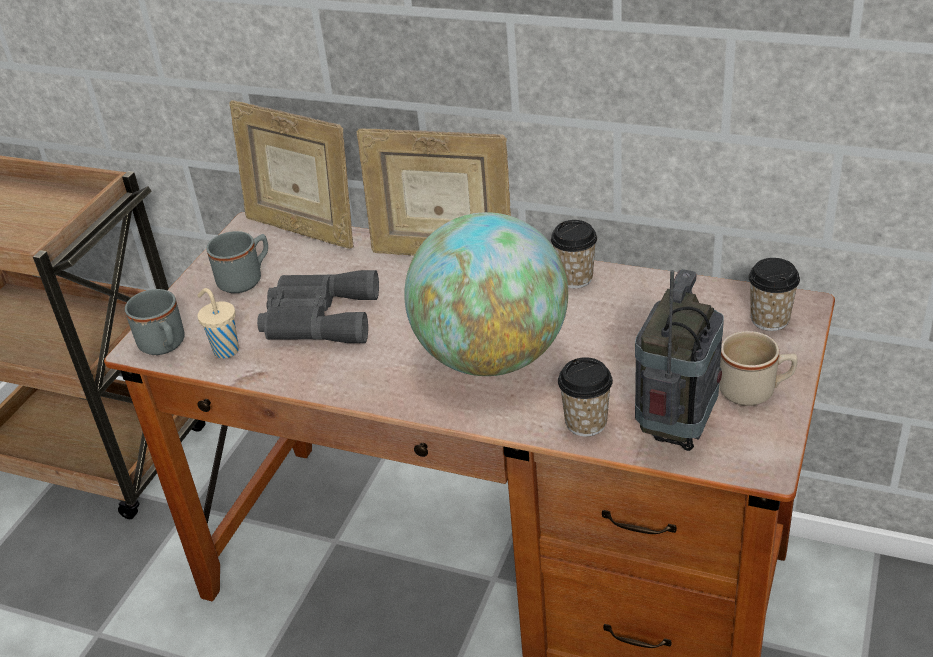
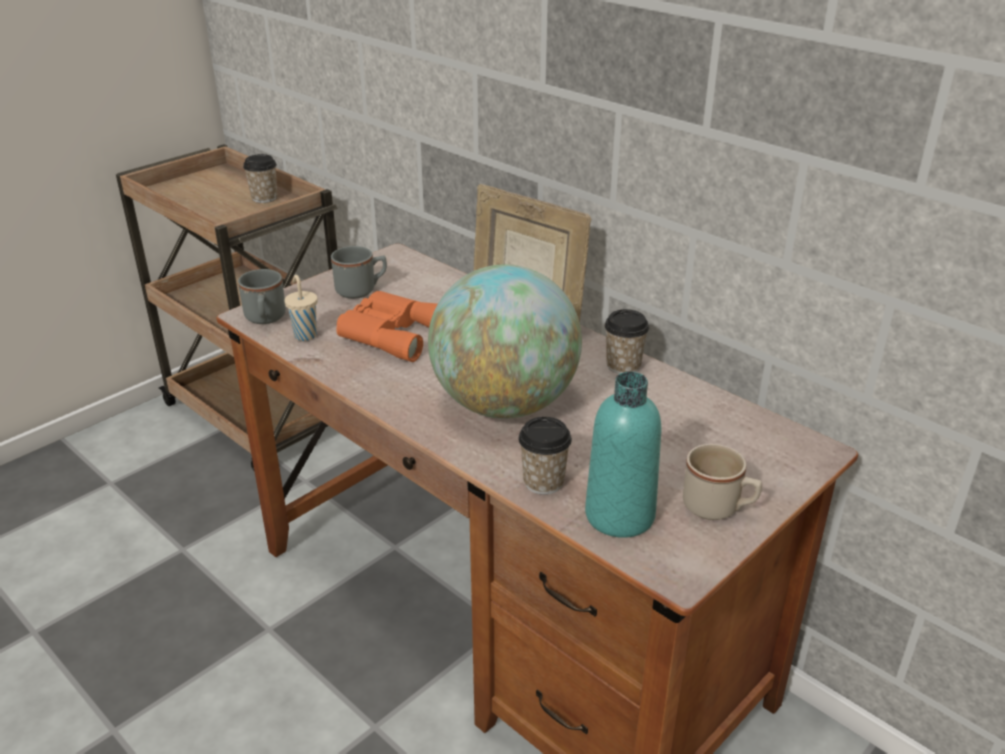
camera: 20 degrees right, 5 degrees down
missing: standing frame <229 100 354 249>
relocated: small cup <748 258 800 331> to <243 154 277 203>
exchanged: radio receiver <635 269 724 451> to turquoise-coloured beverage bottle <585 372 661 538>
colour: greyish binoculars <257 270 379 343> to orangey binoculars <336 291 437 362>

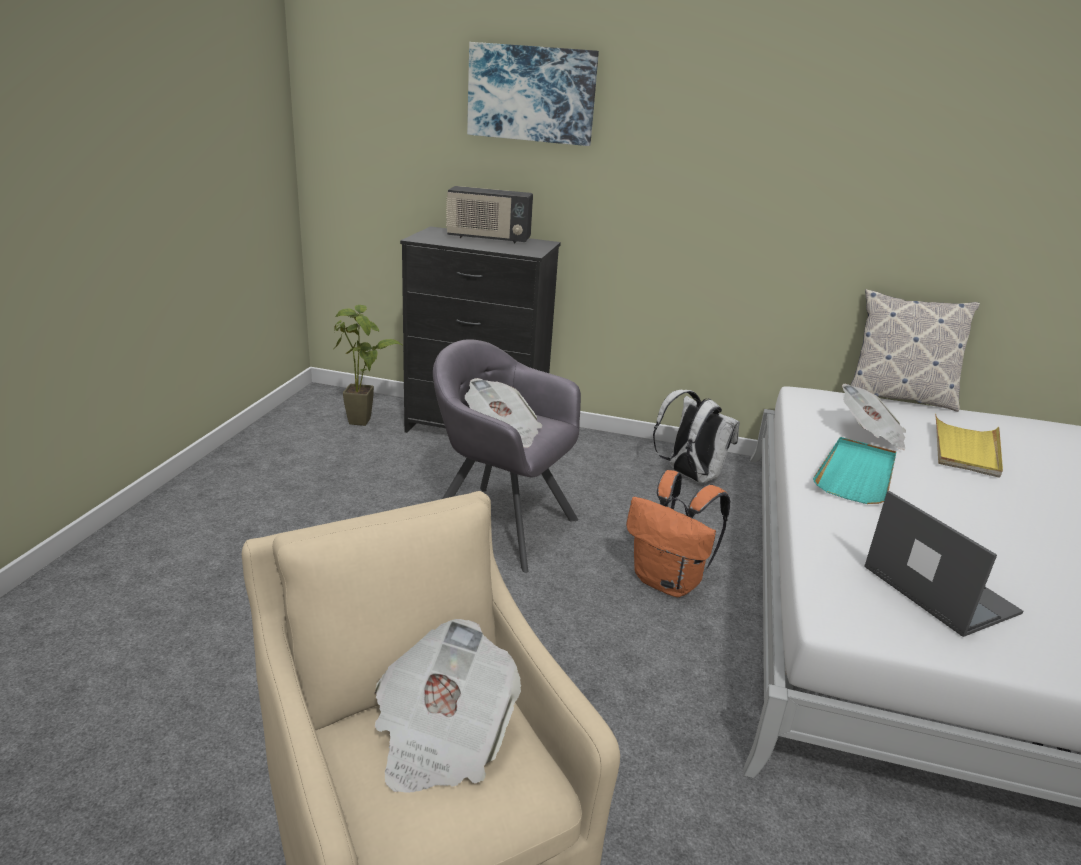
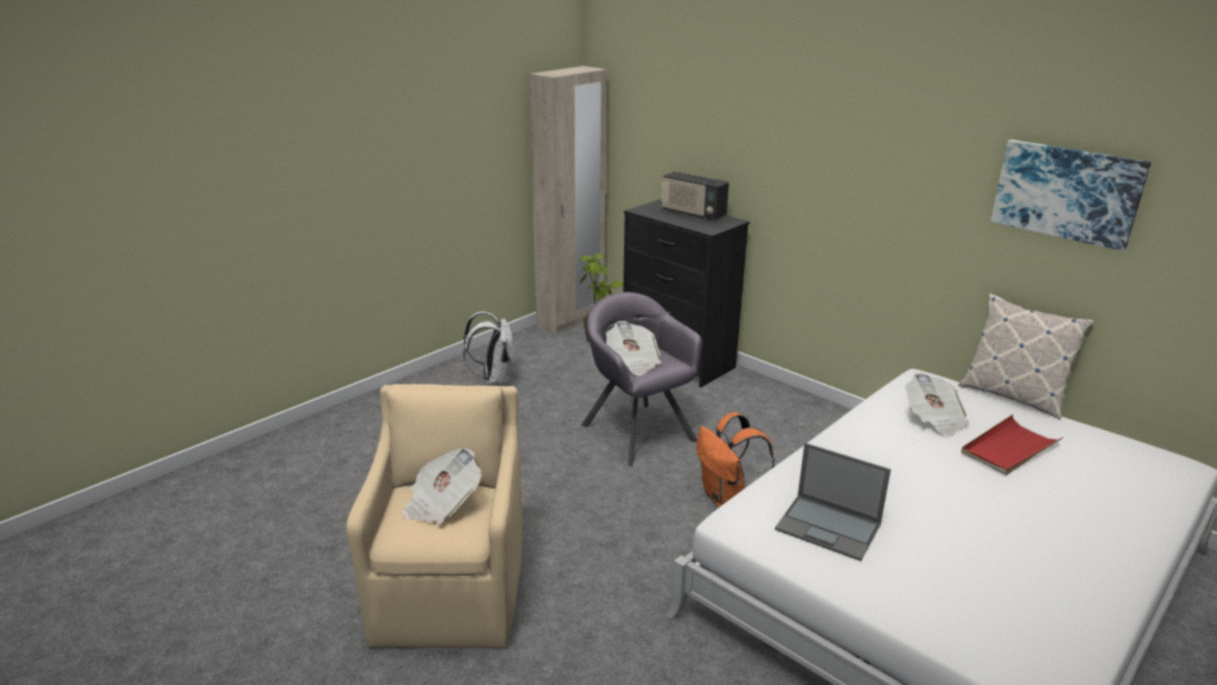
camera: 30 degrees right, 0 degrees up
missing: turquoise-coloured serving tray <813 437 896 504>
appeared: sand-coloured armoire <529 66 607 335>
relocated: white-coloured knapsack <653 390 740 483> to <463 311 515 385>; wall picture <467 42 599 146> to <991 140 1151 251>
colour: yellow-coloured serving tray <935 414 1003 478> to red serving tray <961 415 1063 475>
spun: portable computer <864 491 1023 637> = <775 443 891 561> 120 degrees clockwise

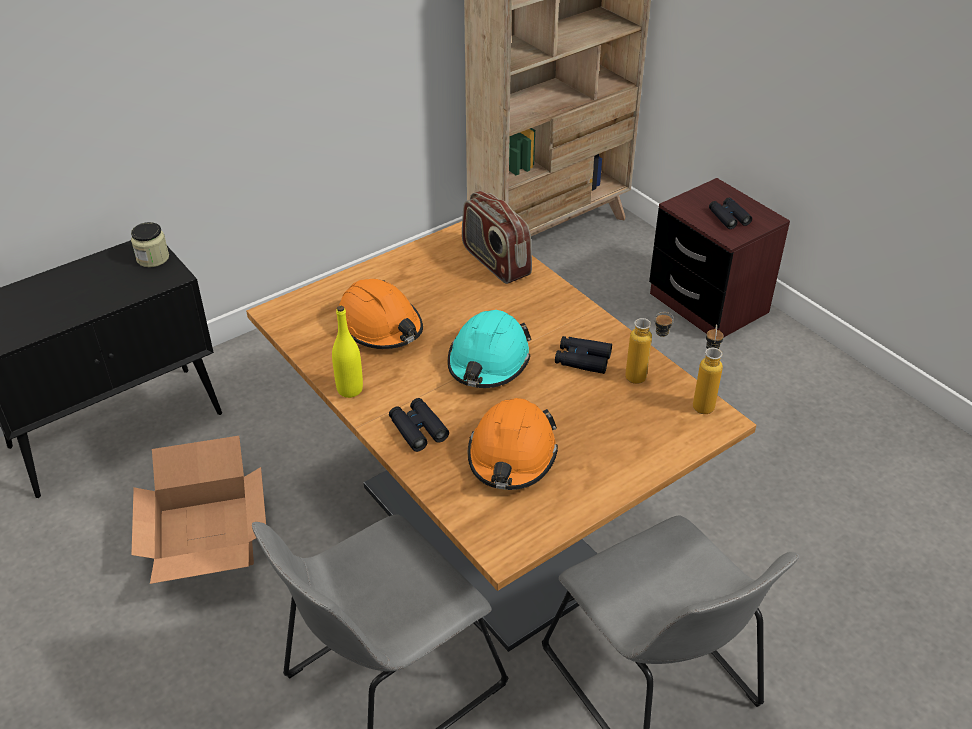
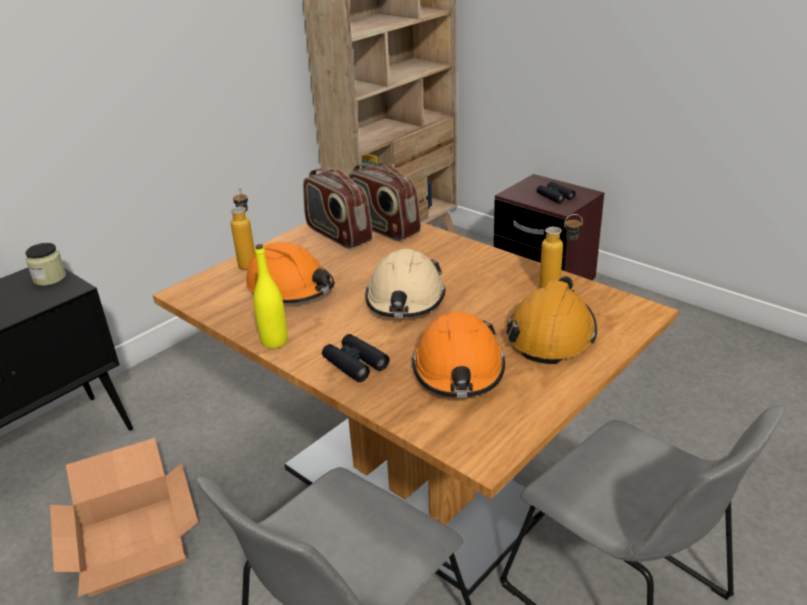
camera: 10 degrees left, 10 degrees down
missing: black binoculars <555 336 612 374>
appeared: radio receiver <303 168 373 249>; orangey safety helmet <506 276 597 364>
relocated: beverage bottle <693 324 723 414> to <231 188 255 270>
colour: turquoise-coloured safety helmet <447 310 532 388> to sand-coloured safety helmet <365 249 446 318>

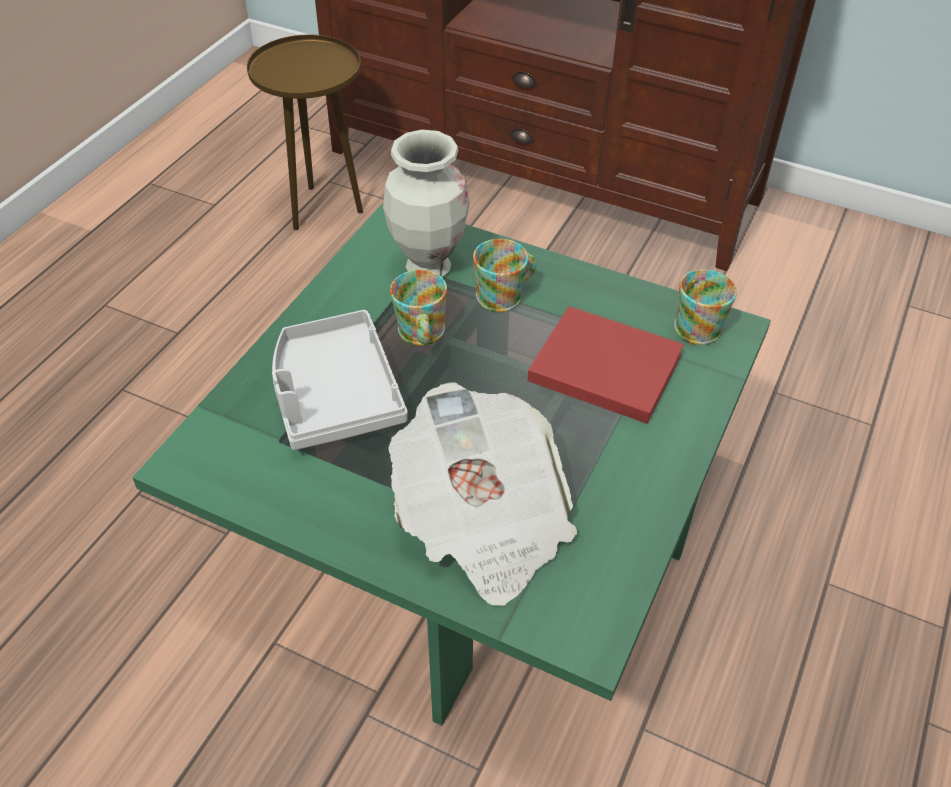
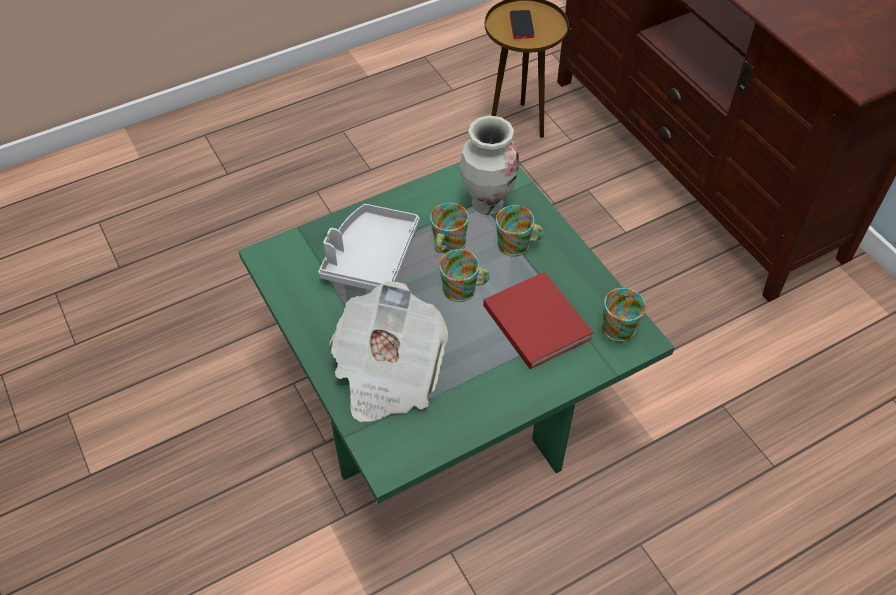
camera: 35 degrees right, 5 degrees up
appeared: tea mug <439 249 490 302>; phone <510 10 534 39>

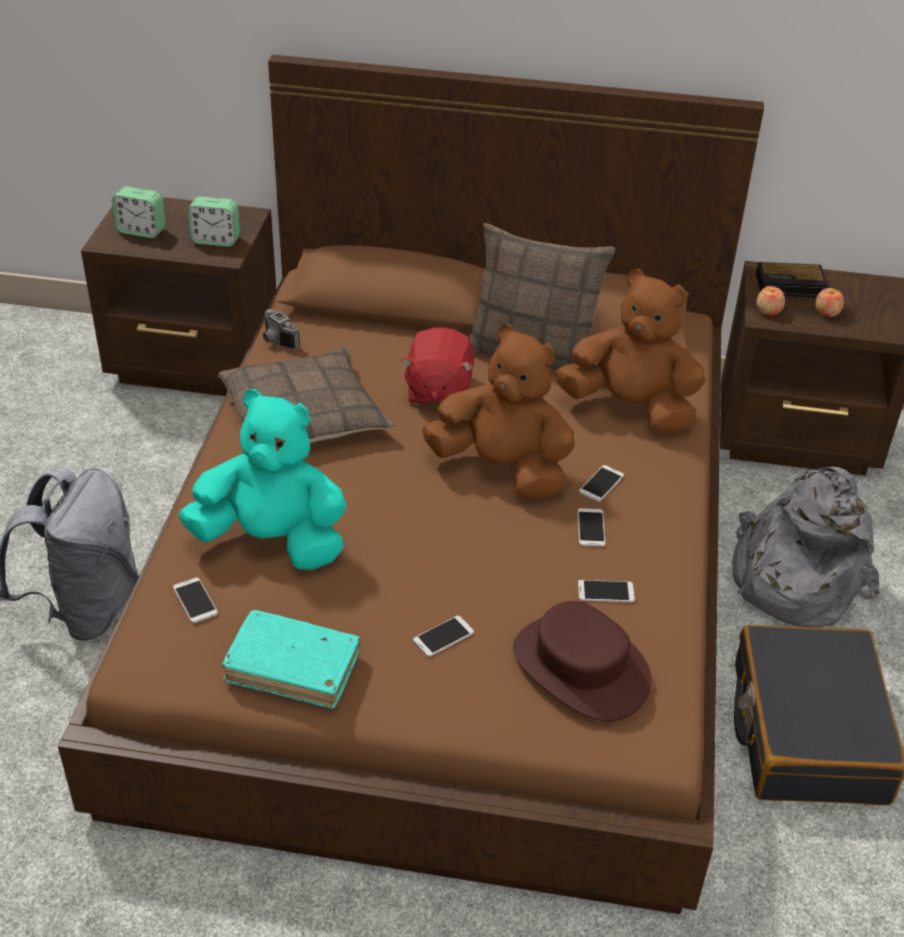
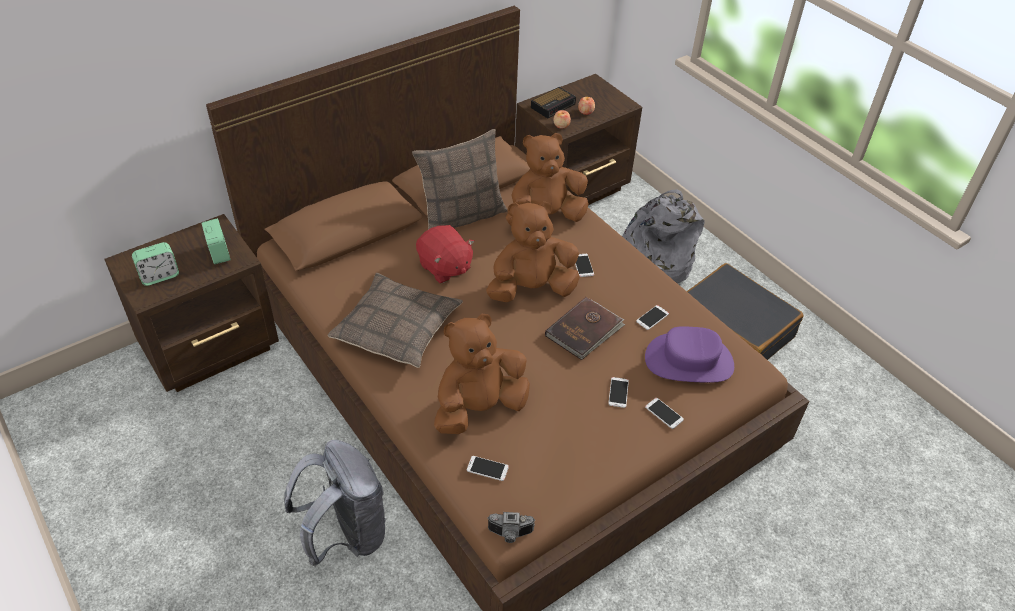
camera: 45 degrees left, 5 degrees up
missing: turquoise-coloured book <222 609 361 708>
appeared: brown book <545 297 625 360>
relocated: still camera <263 309 300 349> to <487 512 535 543>; phone <578 508 605 547> to <645 398 684 429>
colour: turquoise-coloured soft toy <178 389 347 570> to brown soft toy <434 313 530 434>; brown wearable hat <513 601 652 721> to purple wearable hat <645 326 734 383>
spun: bedside clock <188 196 240 247> = <201 218 231 264> 75 degrees counterclockwise

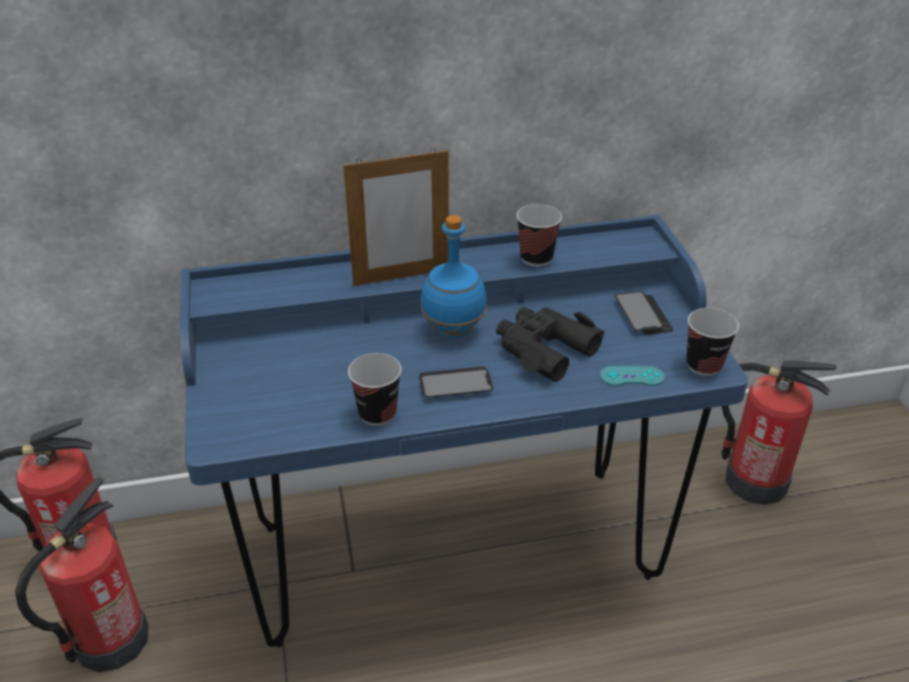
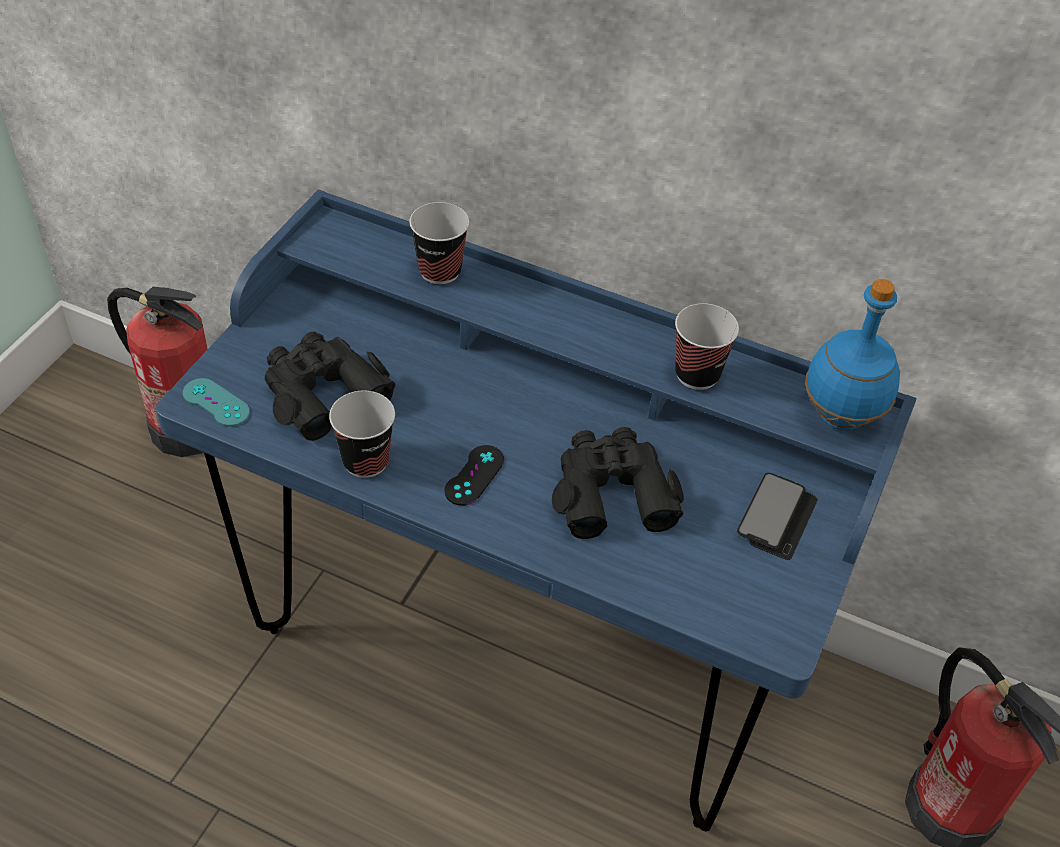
camera: 35 degrees right, 10 degrees up
missing: fire extinguisher <15 476 149 672>; standing frame <343 148 449 286>
appeared: black binoculars <265 332 395 441>
relocated: turquoise-coloured gamepad <600 366 665 386> to <183 378 250 427>; small cup <686 308 739 376> to <409 202 469 284>; bluish beverage bottle <421 215 487 338> to <805 279 900 430>
exchanged: phone <419 366 493 398> to black gamepad <444 445 504 506>

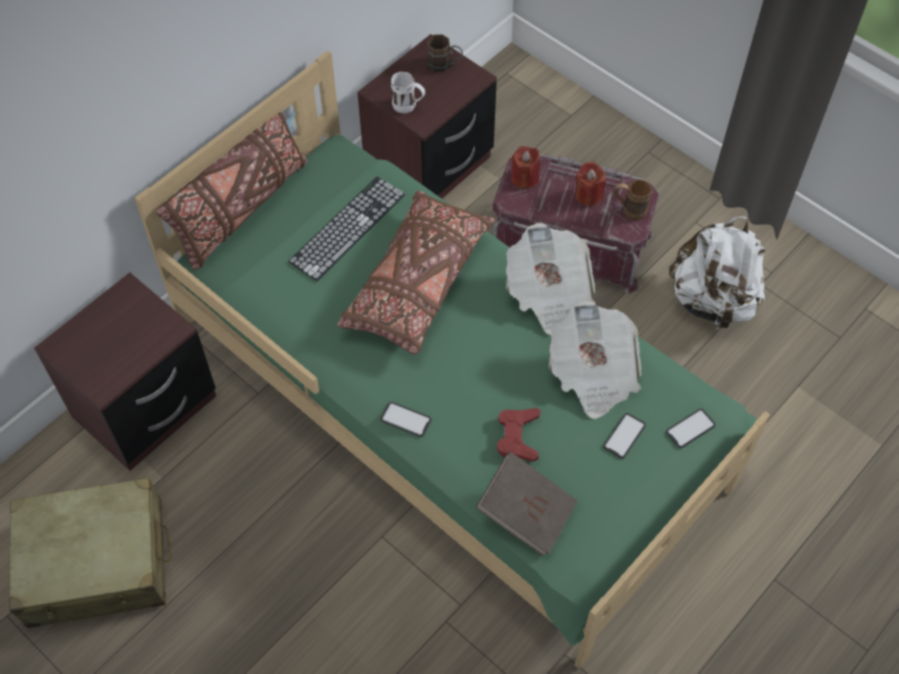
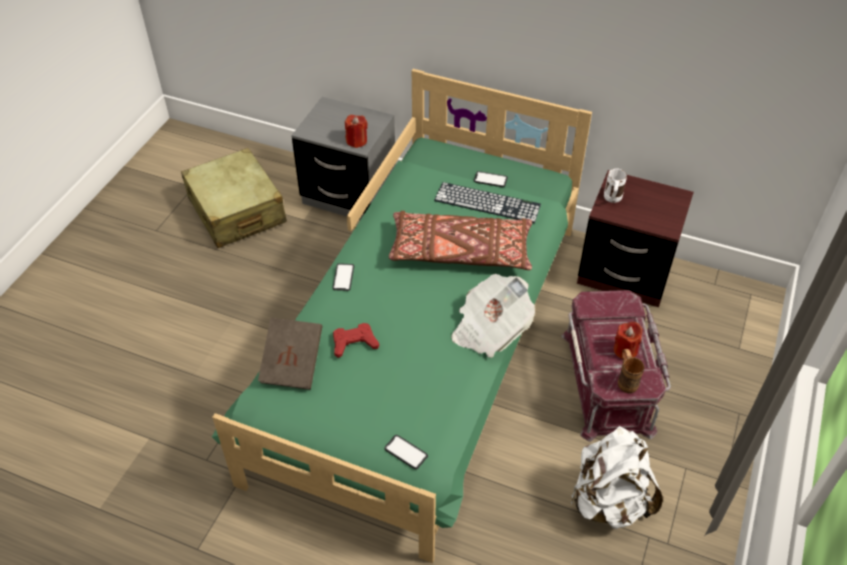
camera: 70 degrees right, 10 degrees down
missing: brown pillow <156 112 307 270>; brown tea mug <427 34 463 73>; printed paper <548 300 641 419>
relocated: red wax candle <511 146 540 188> to <345 115 368 148>; phone <603 413 646 459> to <474 171 508 187>
colour: brown night table <34 272 216 471> to greyish night table <291 97 396 220>

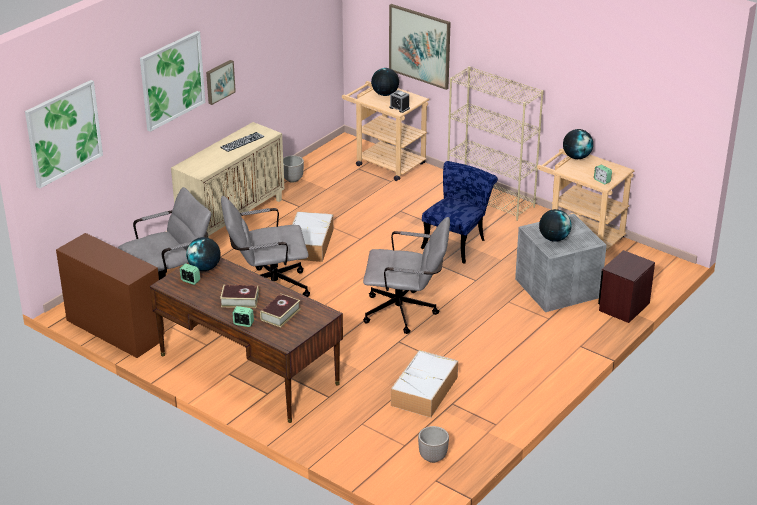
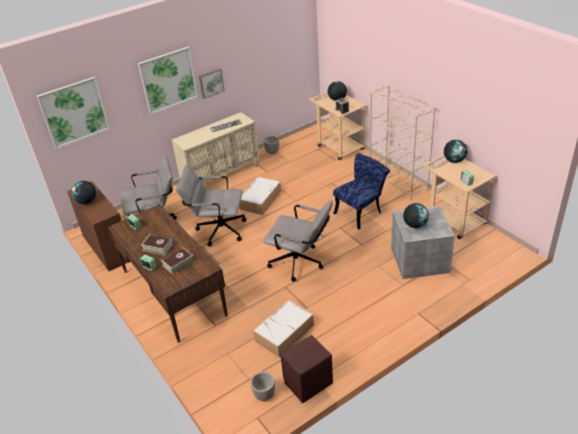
camera: 20 degrees right, 5 degrees up
missing: wall picture <389 4 451 90>
relocated: desk globe <186 237 221 271> to <72 181 96 204>; brown night table <598 250 655 323> to <280 335 333 403>

